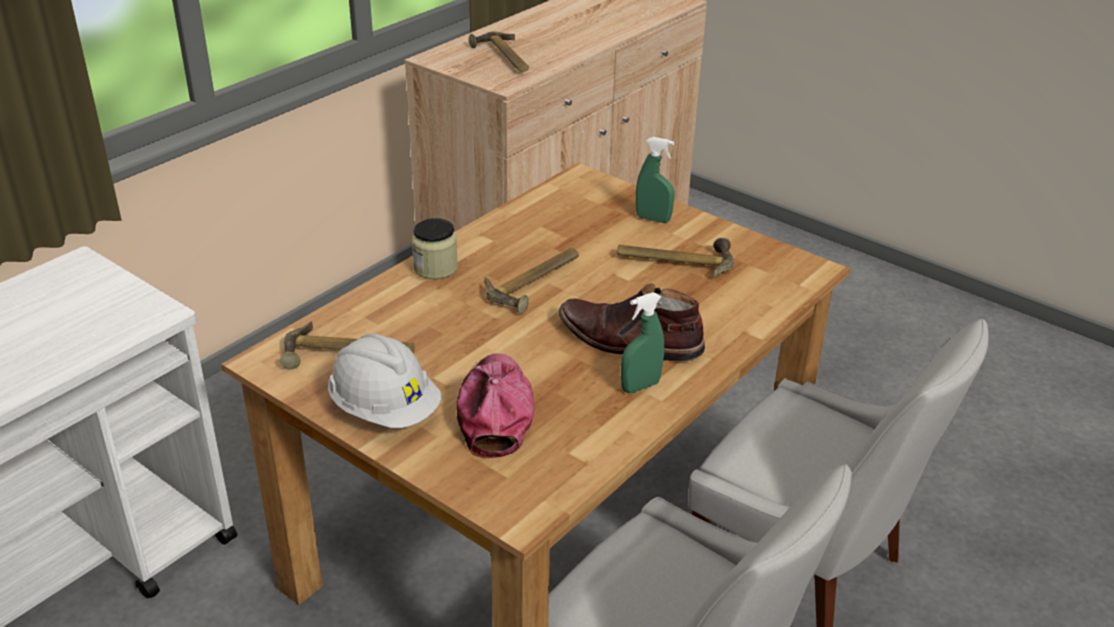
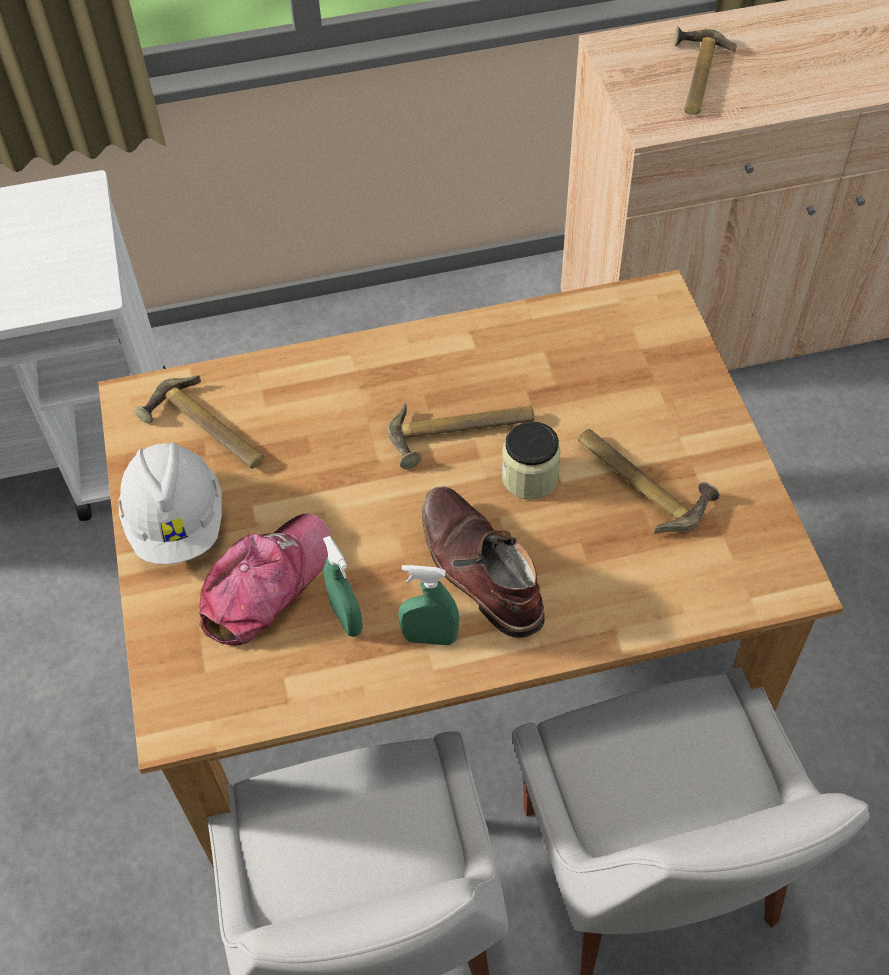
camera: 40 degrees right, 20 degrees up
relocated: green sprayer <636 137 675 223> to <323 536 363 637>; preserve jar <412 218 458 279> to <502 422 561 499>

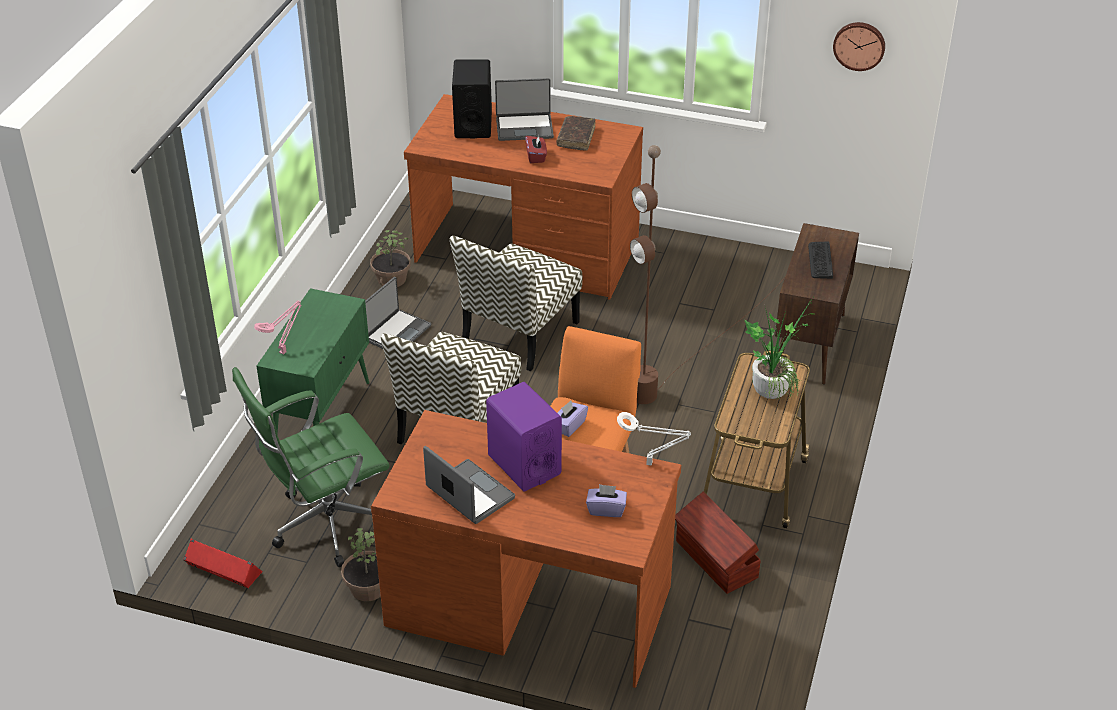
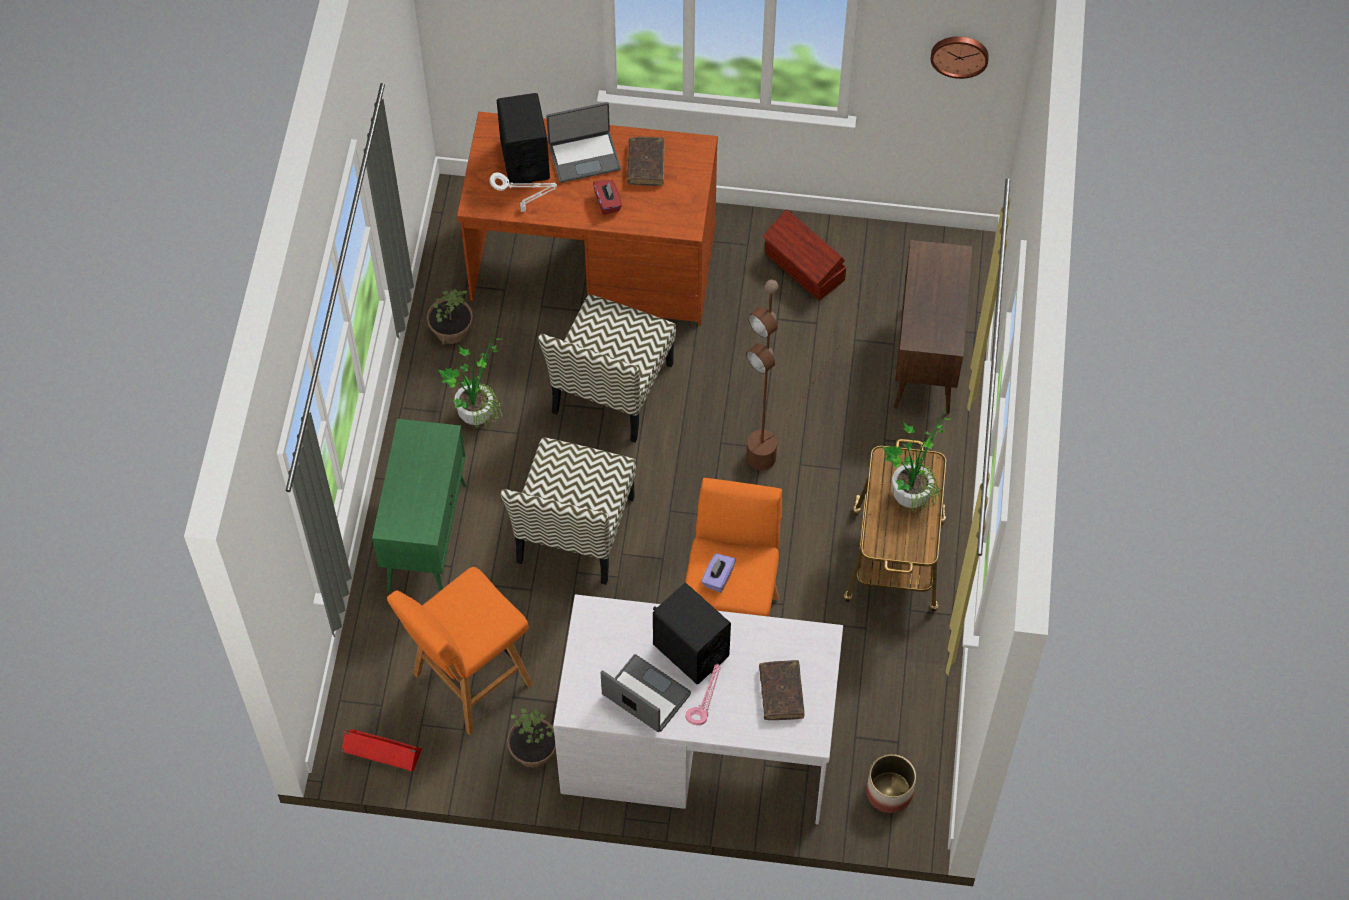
camera: 10 degrees left, 20 degrees up
missing: computer keyboard <808 242 833 279>
appeared: plant pot <866 754 916 813>
relocated: white-coloured lamp for a table <617 412 691 466> to <489 172 557 212>; pinkish lamp for a table <254 301 302 354> to <685 664 721 725>; brown storage bin <675 492 761 594> to <763 209 846 301>
exchanged: green computer chair <232 367 390 567> to orangey stool <387 567 533 735>; portable computer <365 277 431 349> to potted plant <438 322 503 429>; purple box of tissues <586 484 627 517> to brown book <759 660 805 720>
colour: brown desk <371 410 681 688> to white-coloured desk <553 594 843 824>; purple speaker <486 382 562 491> to black speaker <653 583 731 685>

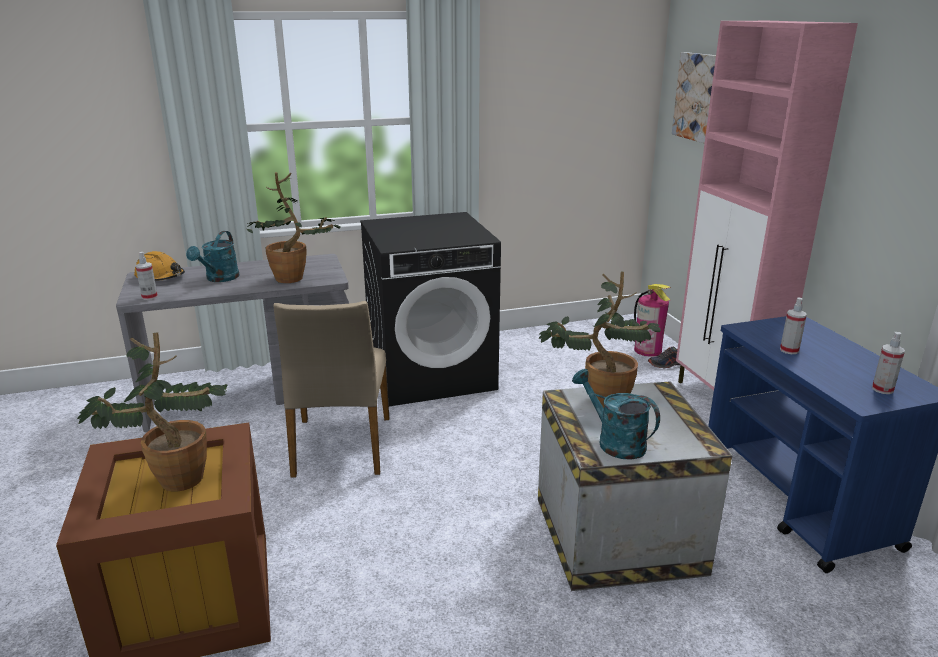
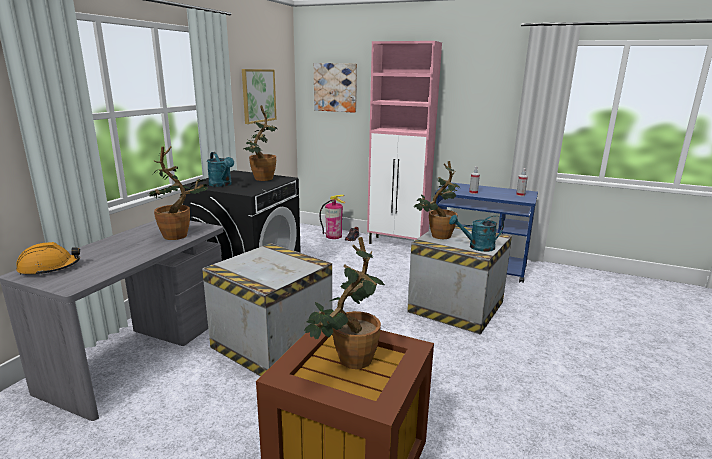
camera: 50 degrees left, 5 degrees down
missing: sprayer <136 252 158 300>
appeared: wall picture <242 69 277 124>; potted plant <243 105 277 181>
relocated: turquoise-coloured sprinkling can <186 231 240 282> to <207 152 234 187>
exchanged: sand-coloured plain chair <274 301 389 478> to packing crate <202 243 332 377>

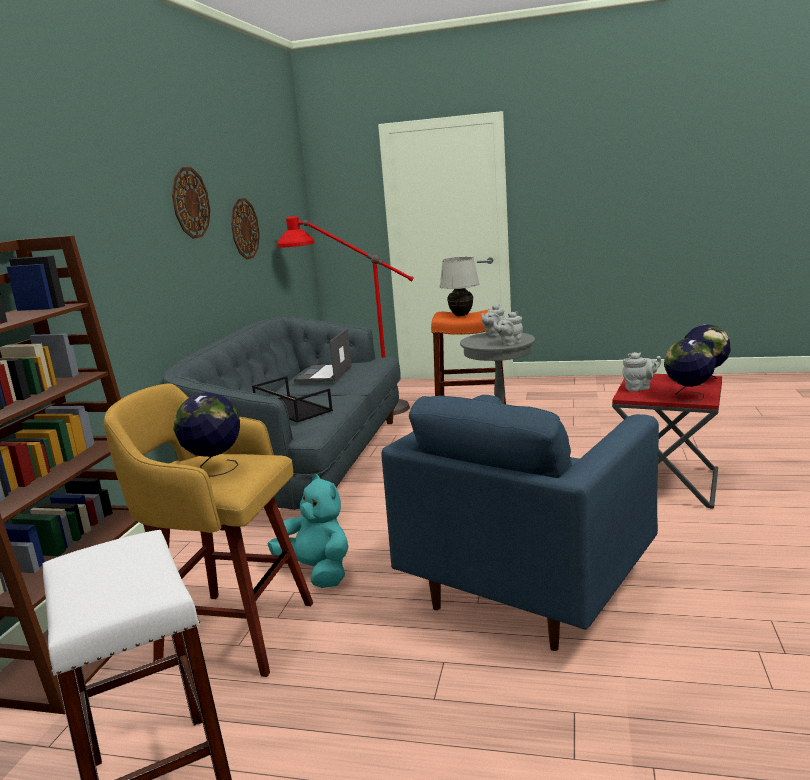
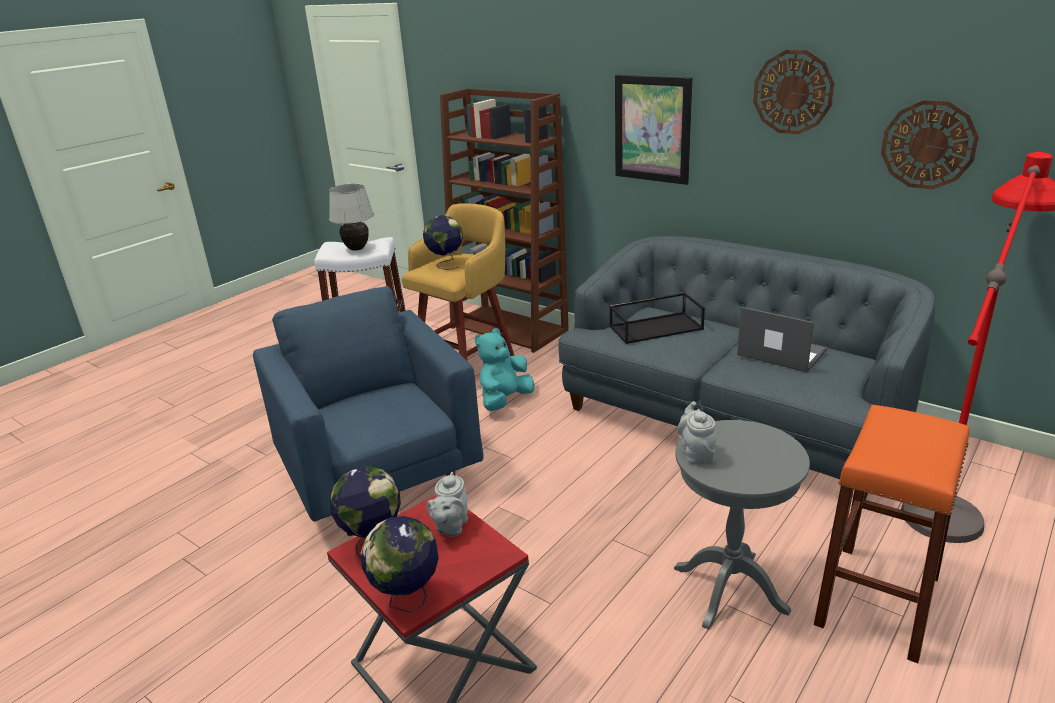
camera: 115 degrees right, 10 degrees up
missing: greyish tea pot <481 304 505 337>
appeared: wall picture <615 75 692 185>
relocated: white-coloured lamp for a table <440 257 479 316> to <329 184 374 251>
spun: turquoise-coloured soft toy <268 474 348 588> = <475 328 535 411> 150 degrees clockwise

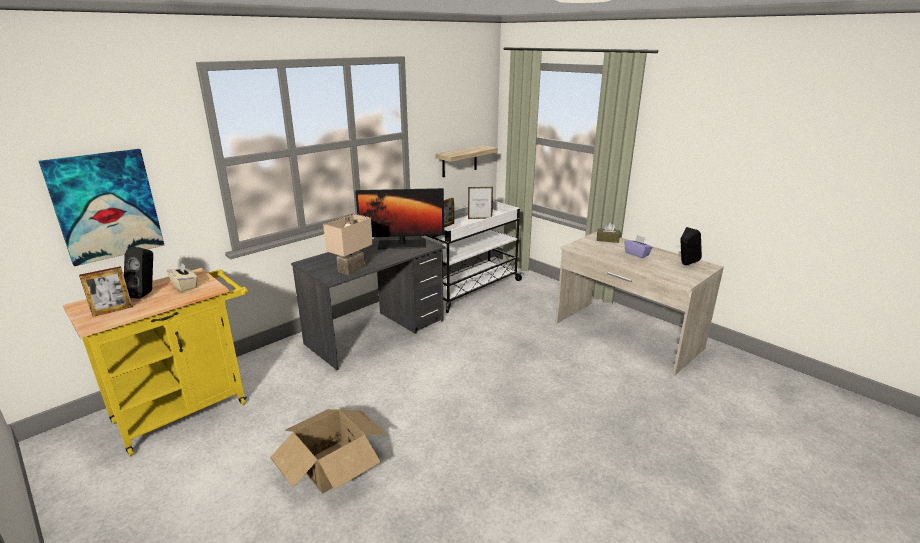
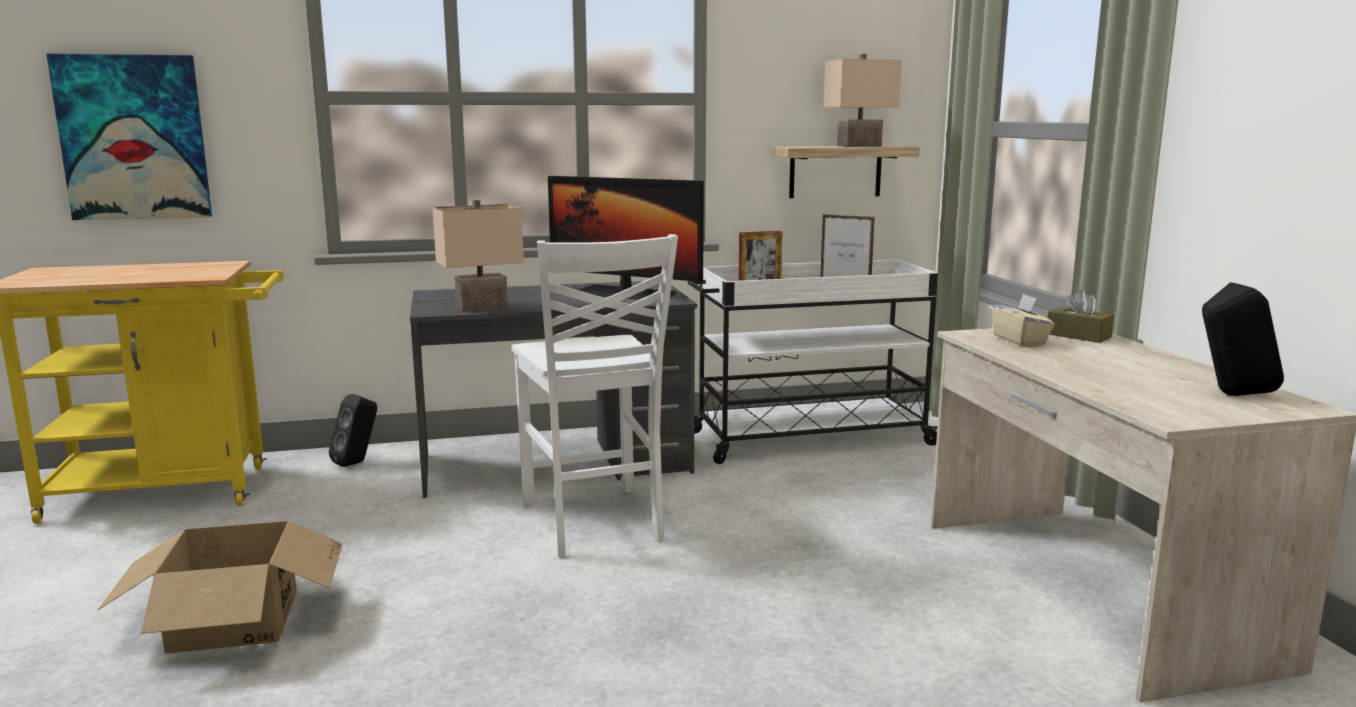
camera: 30 degrees right, 10 degrees down
missing: standing frame <79 266 133 317>; purple box of tissues <624 235 653 258>
appeared: white-coloured plain chair <512 234 678 558>; sand-coloured lamp for a table <823 54 902 147>
relocated: black speaker <124 247 153 299> to <329 394 377 467>; sand-coloured box of tissues <167 263 198 292> to <991 294 1055 346>

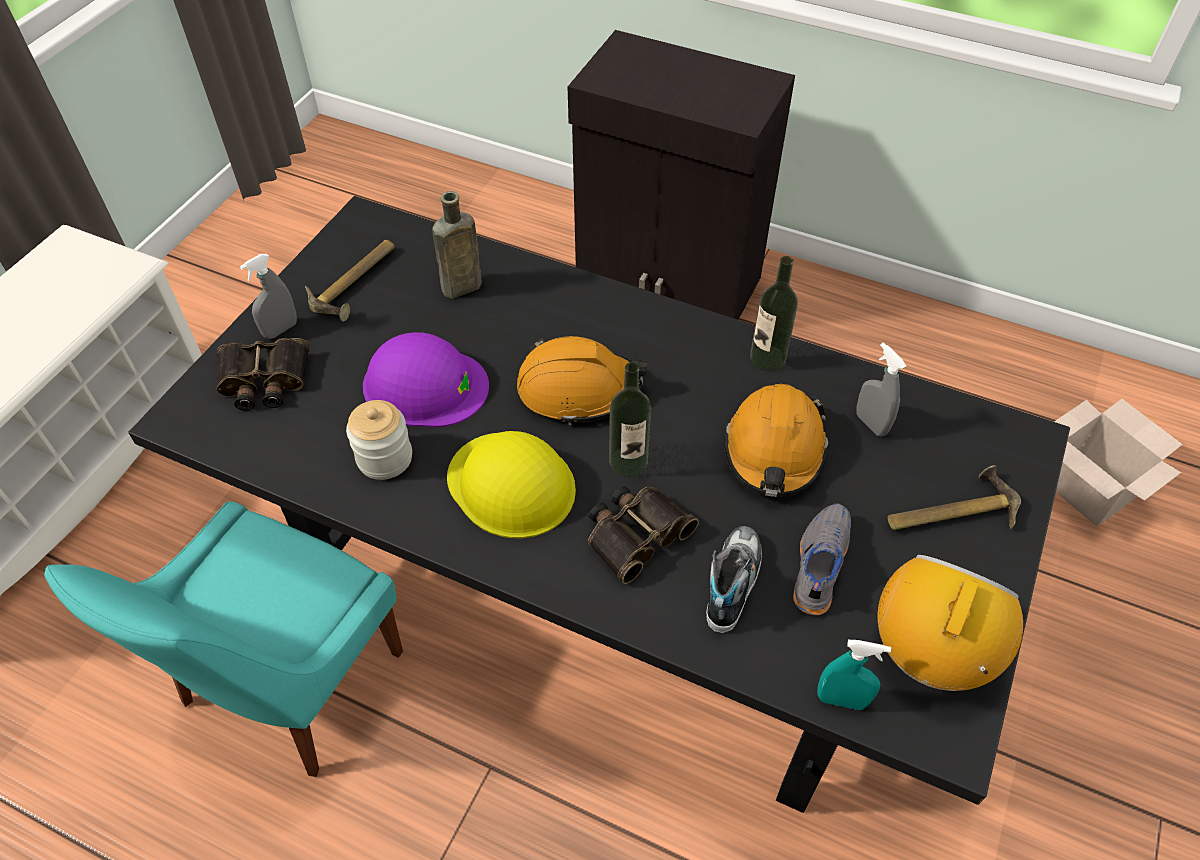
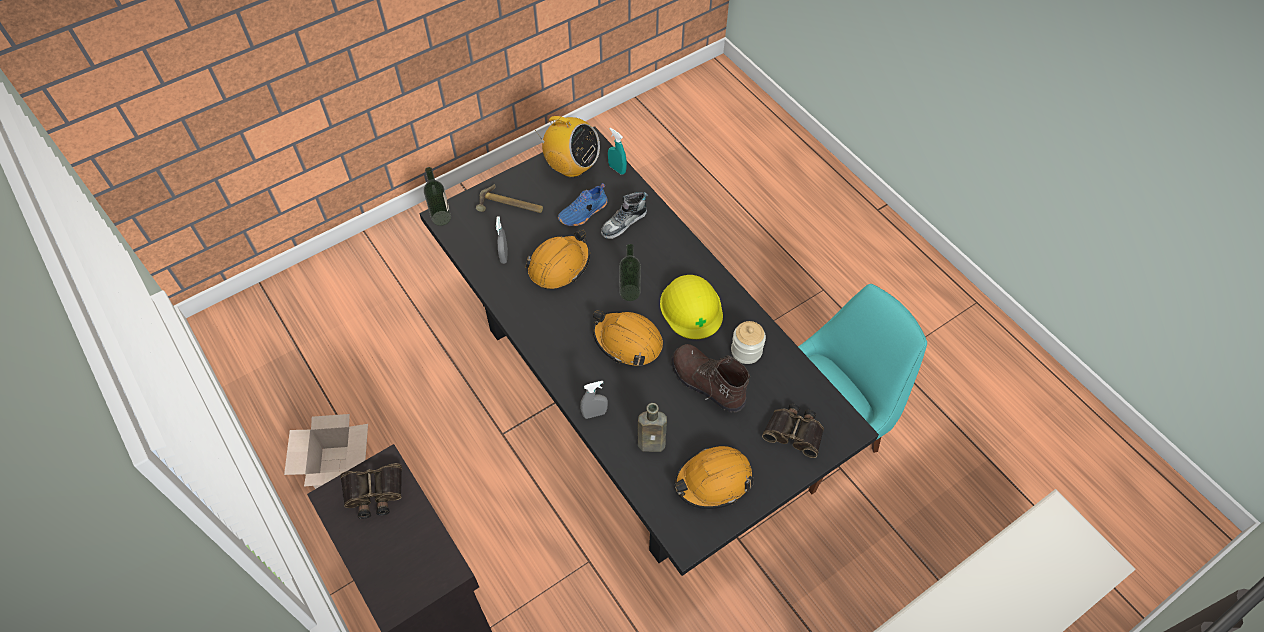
camera: 150 degrees left, 5 degrees up
relocated: carton <1054 399 1183 527> to <284 414 368 489>; binoculars <588 486 699 584> to <340 463 402 519>; beverage bottle <750 256 798 371> to <424 167 451 226>; greyish sprayer <240 254 297 339> to <580 381 608 419>
exchanged: purple safety helmet <363 332 489 427> to brown boot <671 344 750 413>; hand hammer <305 240 395 322> to orangey safety helmet <675 446 753 509>
colour: greyish item of footwear <793 504 851 615> to bluish item of footwear <558 183 608 226>
spun: radio receiver <878 555 1023 691> = <535 116 600 177> 120 degrees counterclockwise

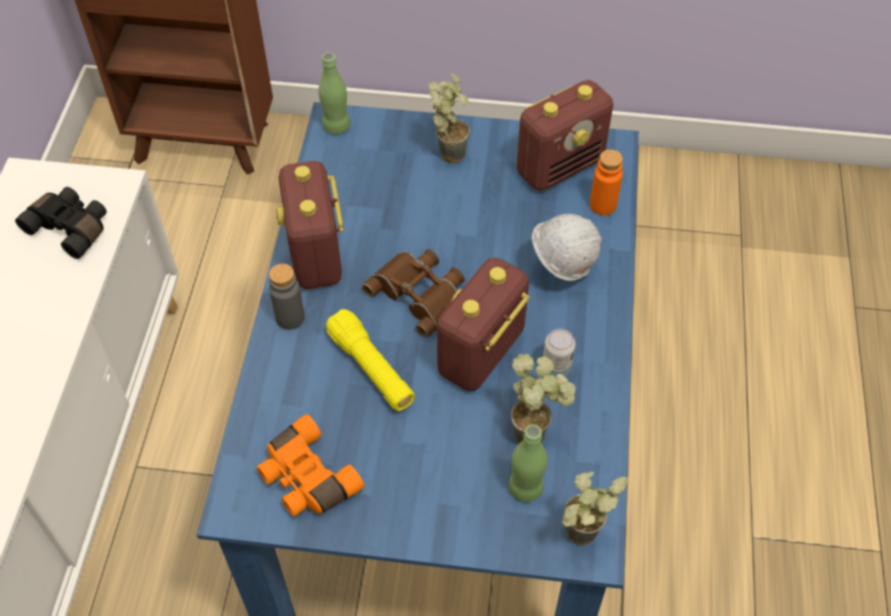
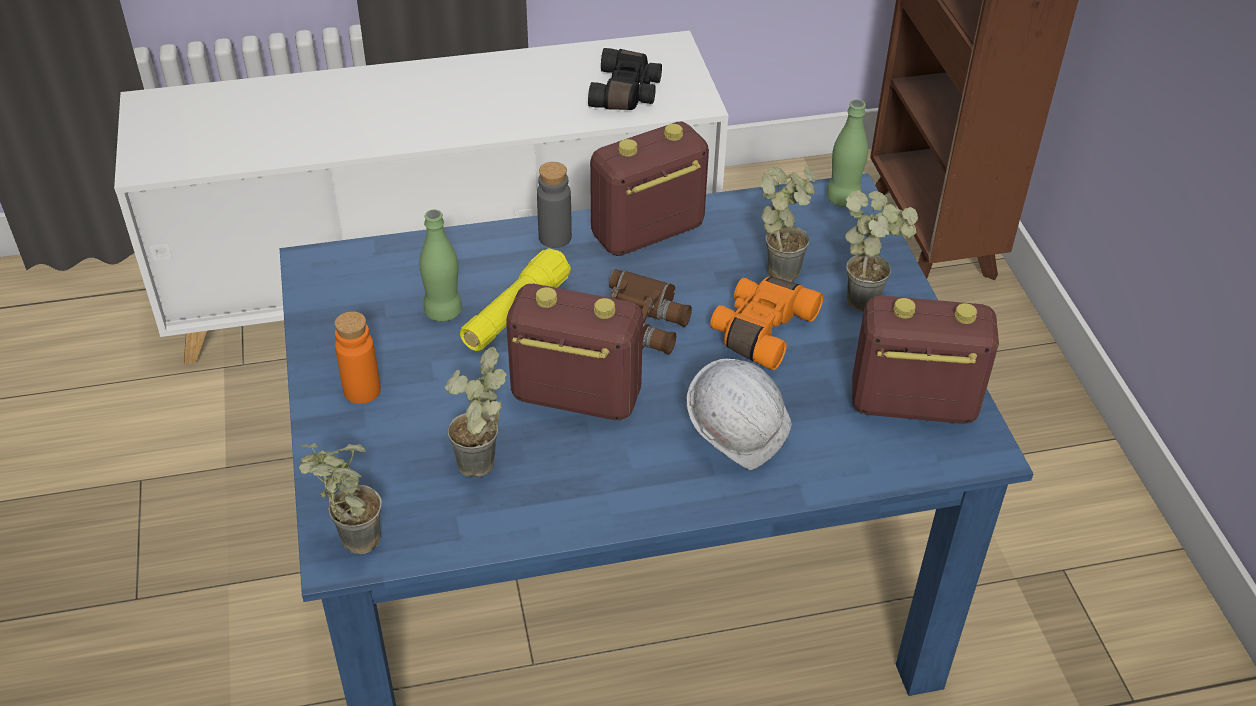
camera: 70 degrees right, 10 degrees down
missing: sealed can <543 329 576 377>
appeared: potted plant <760 167 816 282>
relocated: orangey beverage bottle <590 149 623 215> to <334 311 381 404>; green beverage bottle <509 425 547 502> to <419 210 462 322>; orangey binoculars <257 414 365 517> to <710 276 823 370>
spun: radio receiver <516 80 613 191> = <852 296 999 424> 150 degrees clockwise

